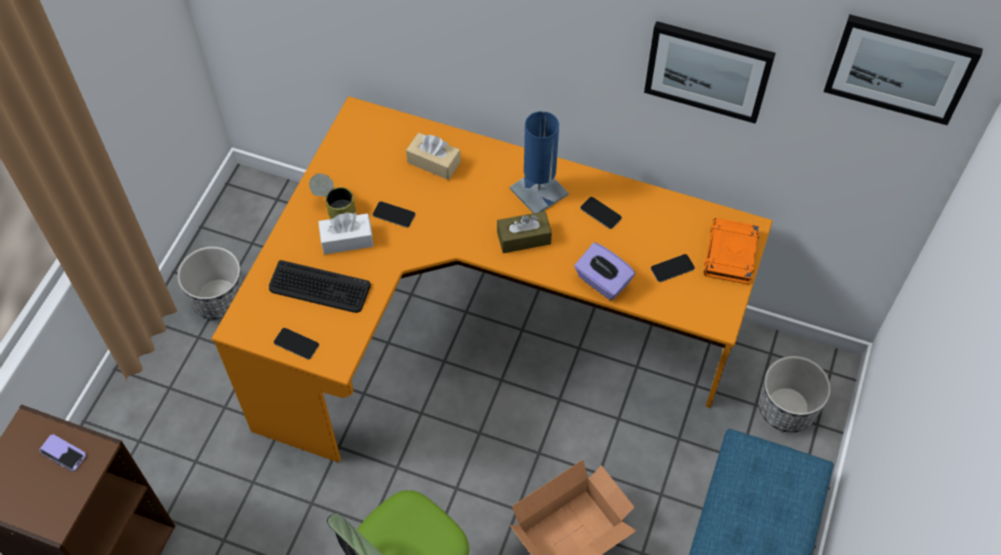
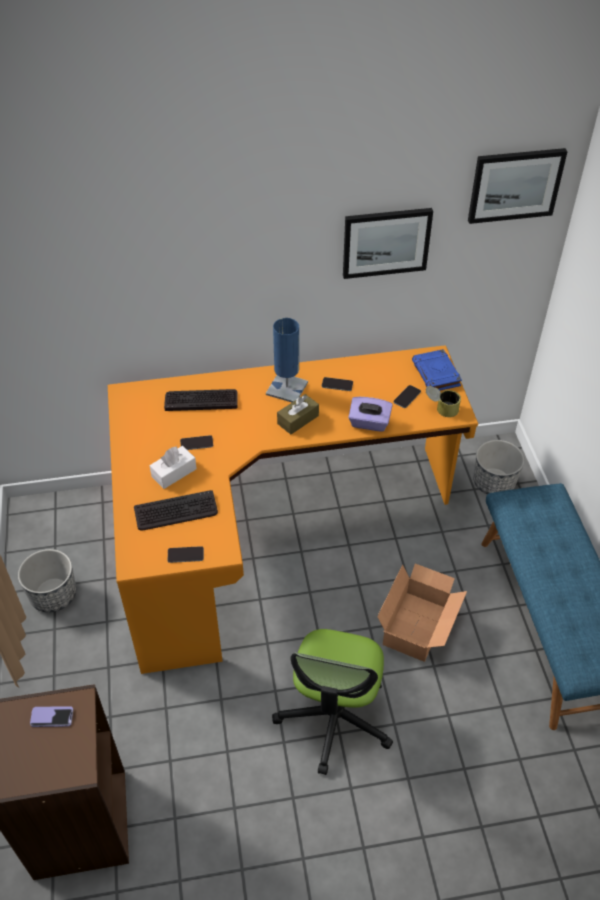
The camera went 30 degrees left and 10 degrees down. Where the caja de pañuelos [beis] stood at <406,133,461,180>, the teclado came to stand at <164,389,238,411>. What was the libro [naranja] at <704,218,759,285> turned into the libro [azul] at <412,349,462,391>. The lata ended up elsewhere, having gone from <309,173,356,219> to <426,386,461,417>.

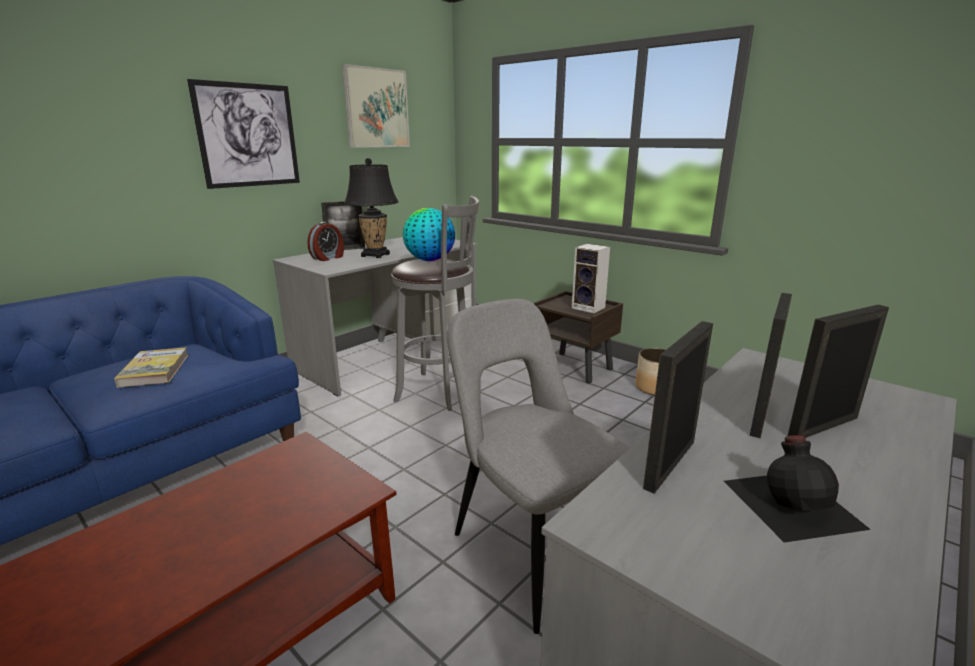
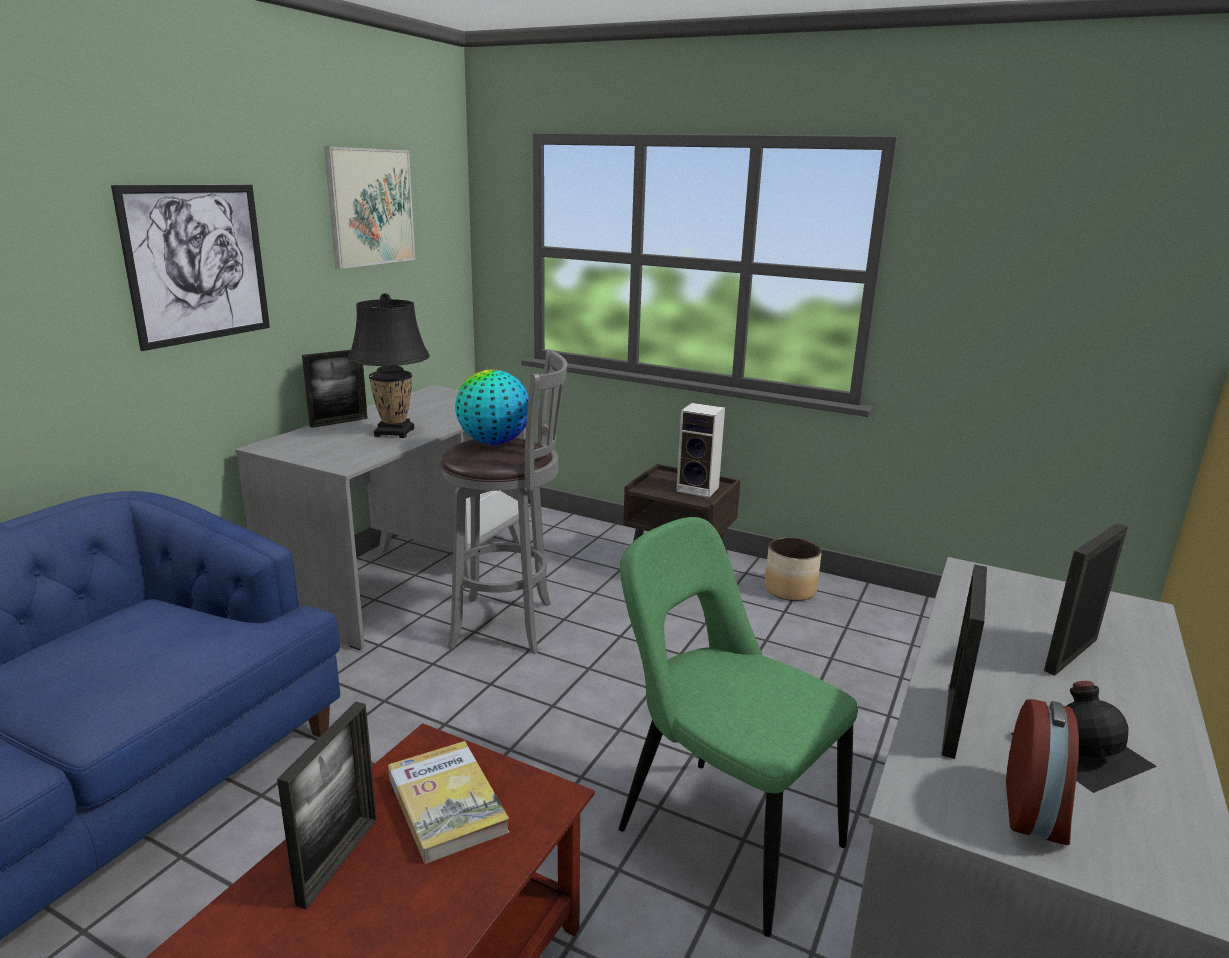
The camera went 15 degrees left and 0 degrees up. The portarretratos ended up elsewhere, having gone from <750,293,792,438> to <277,701,377,910>. The libro ended up elsewhere, having gone from <114,347,188,388> to <388,741,510,864>. What was the silla [gris] at <447,299,630,634> turned into the silla [verde] at <619,517,858,937>. The despertador ended up elsewhere, having gone from <307,222,344,261> to <1006,699,1079,845>.

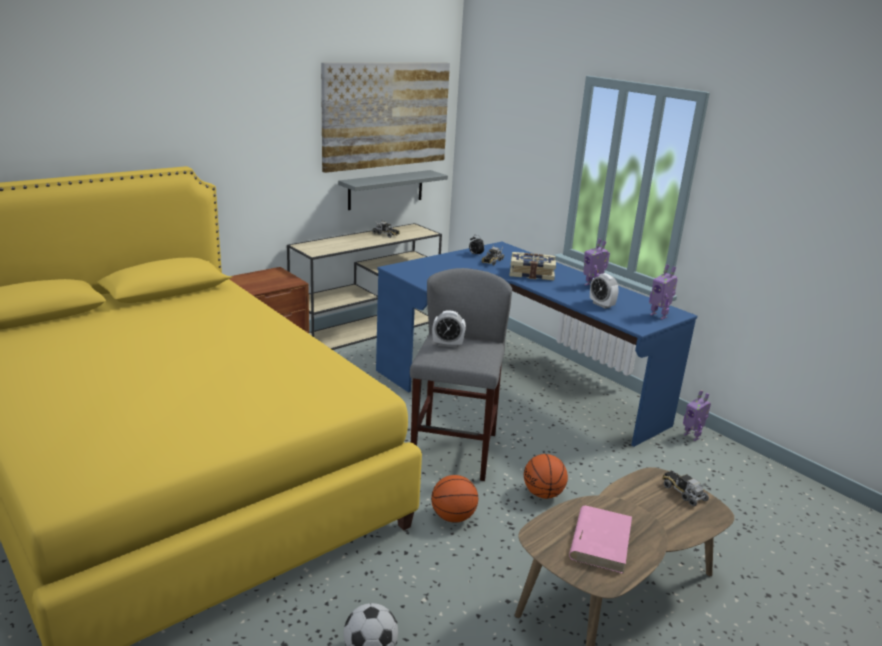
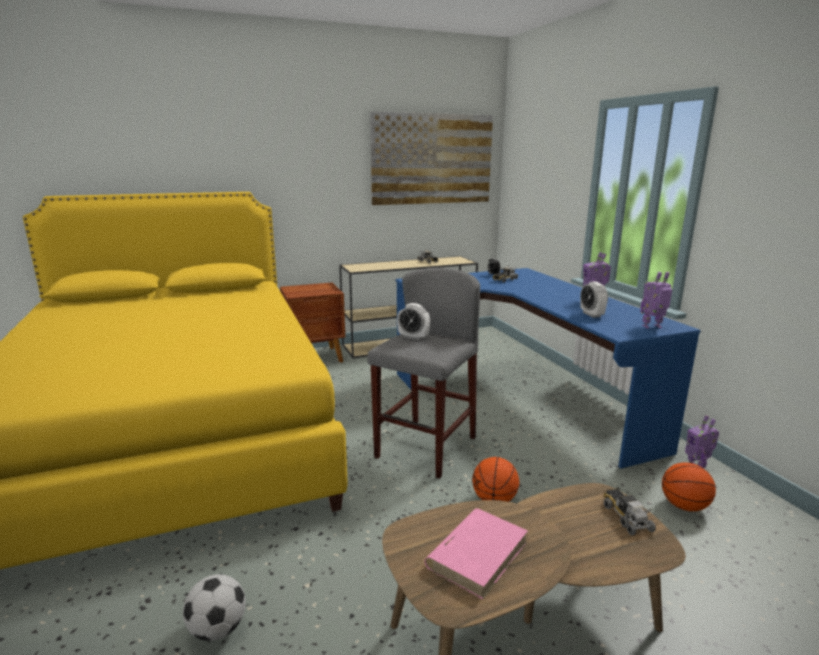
The camera went 20 degrees right and 5 degrees down. The robot de juguete at <649,264,678,319> ended up facing another way, 105 degrees clockwise from before. The balón de baloncesto ended up elsewhere, having gone from <431,475,478,523> to <662,462,716,512>. The second view lost the estante [gris] at <338,170,448,210>. The second view lost the libro at <509,252,556,281>.

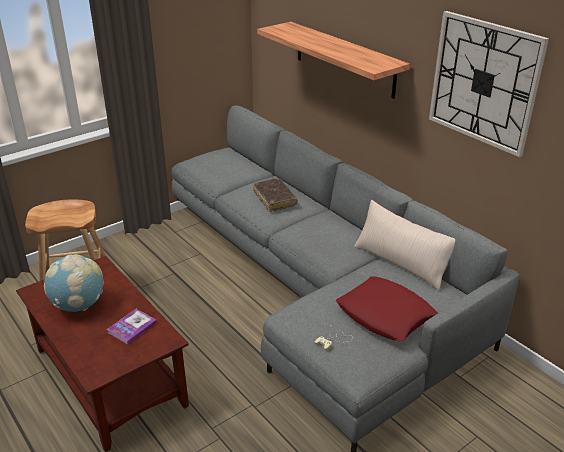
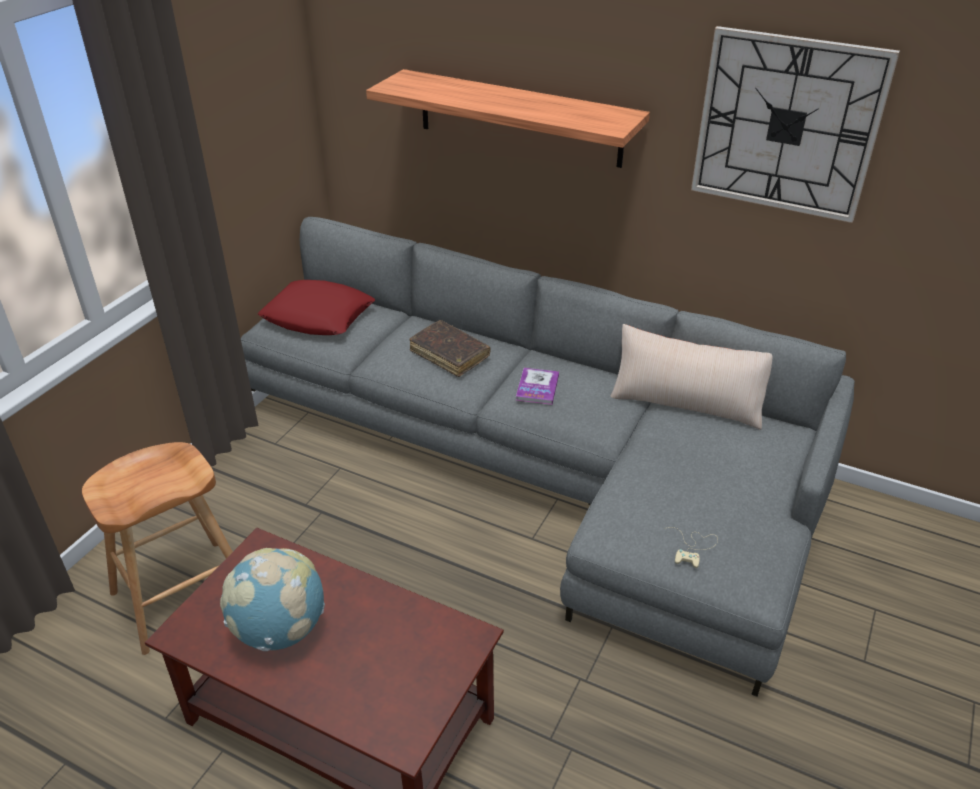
The camera went 25 degrees left and 5 degrees up. The cojín [rojo] ended up elsewhere, having gone from <336,276,438,342> to <258,280,375,335>. The libro ended up elsewhere, having gone from <107,309,157,345> to <516,368,559,405>.

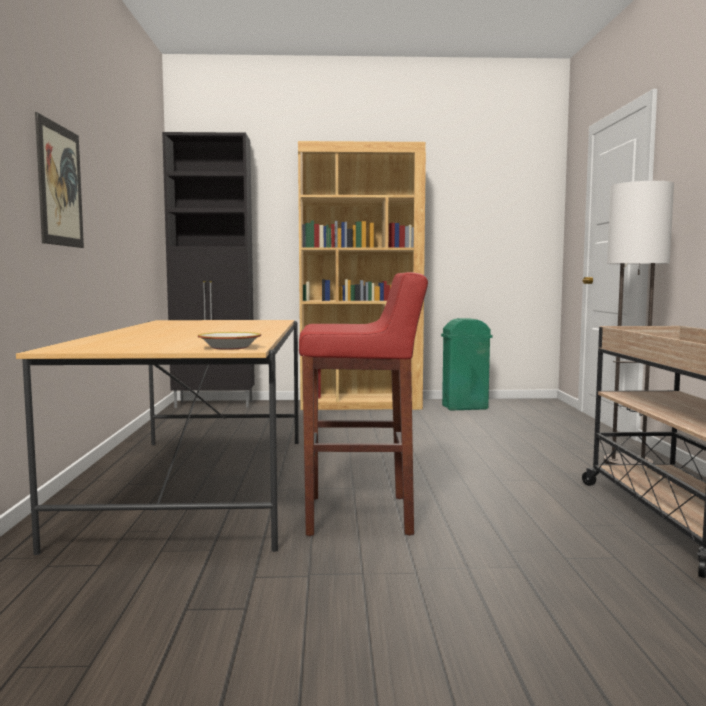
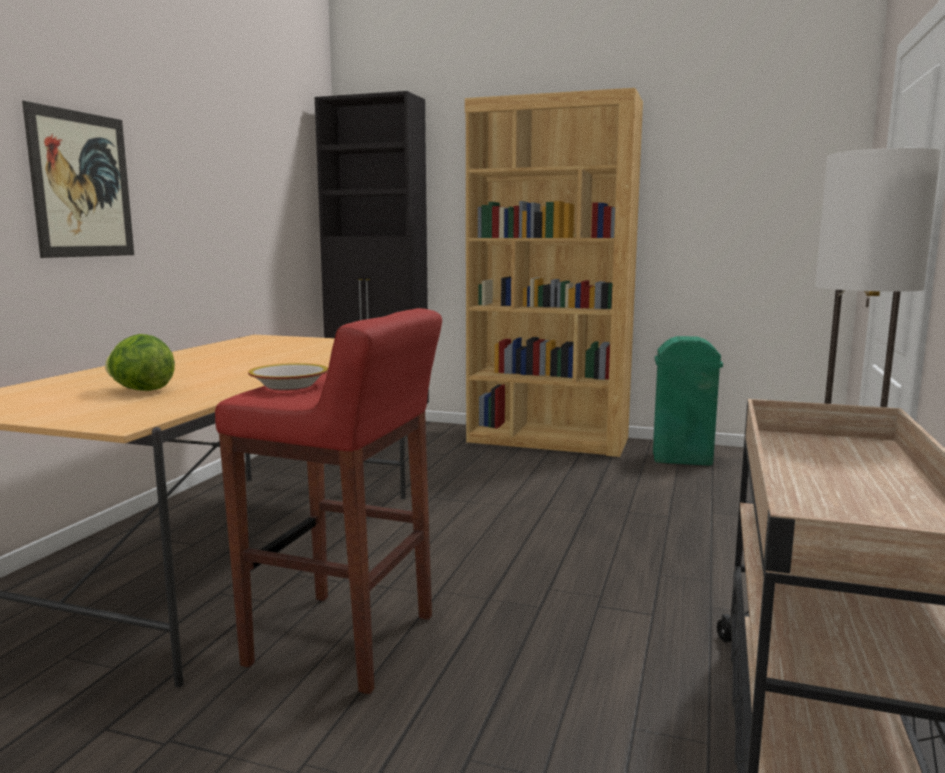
The camera went 20 degrees right and 5 degrees up. The second view gained the lechuga at <105,334,175,391>. The cuenco ended up elsewhere, having gone from <198,332,261,350> to <248,363,328,391>.

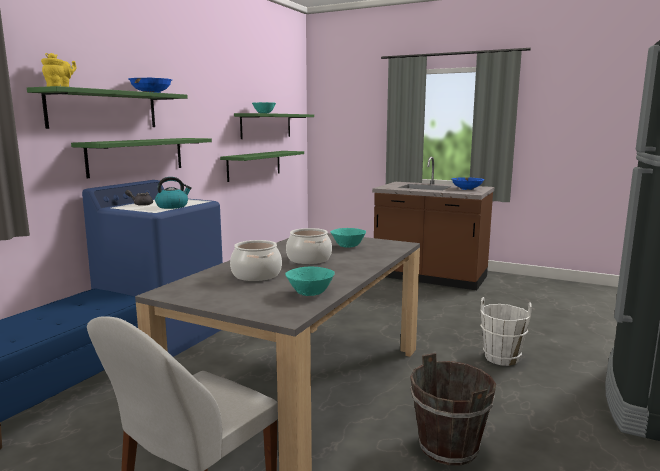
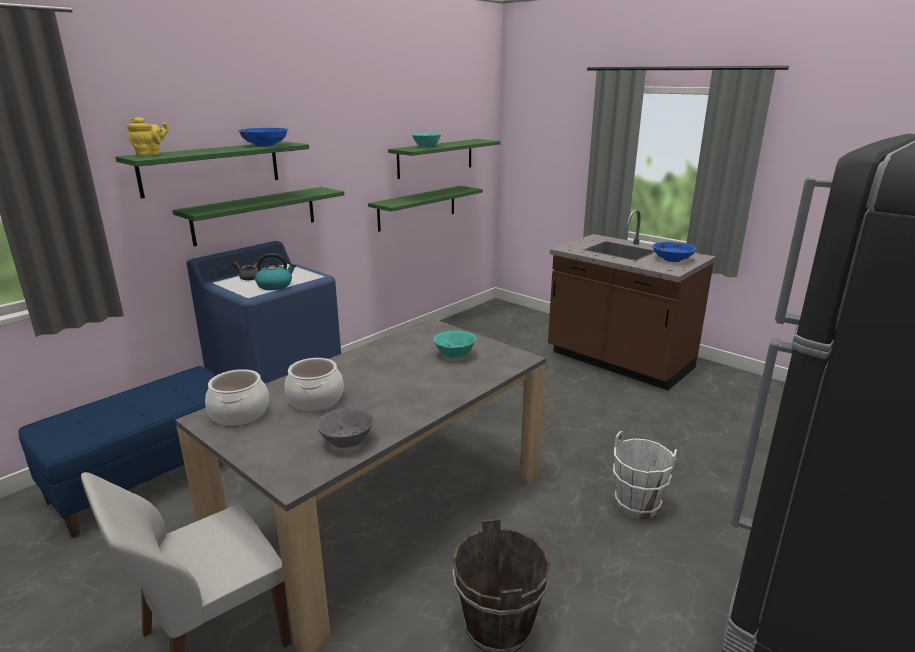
The camera went 15 degrees right and 10 degrees up. The olla ended up elsewhere, having gone from <286,228,332,264> to <205,369,269,426>. What was the cuenco [turquesa] at <285,266,335,296> turned into the cuenco [gris] at <316,408,375,448>.

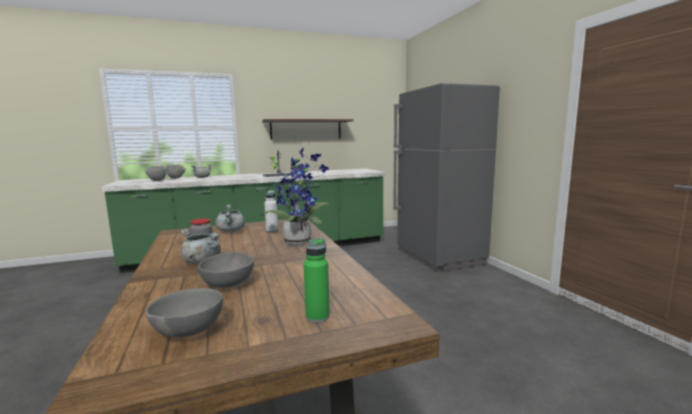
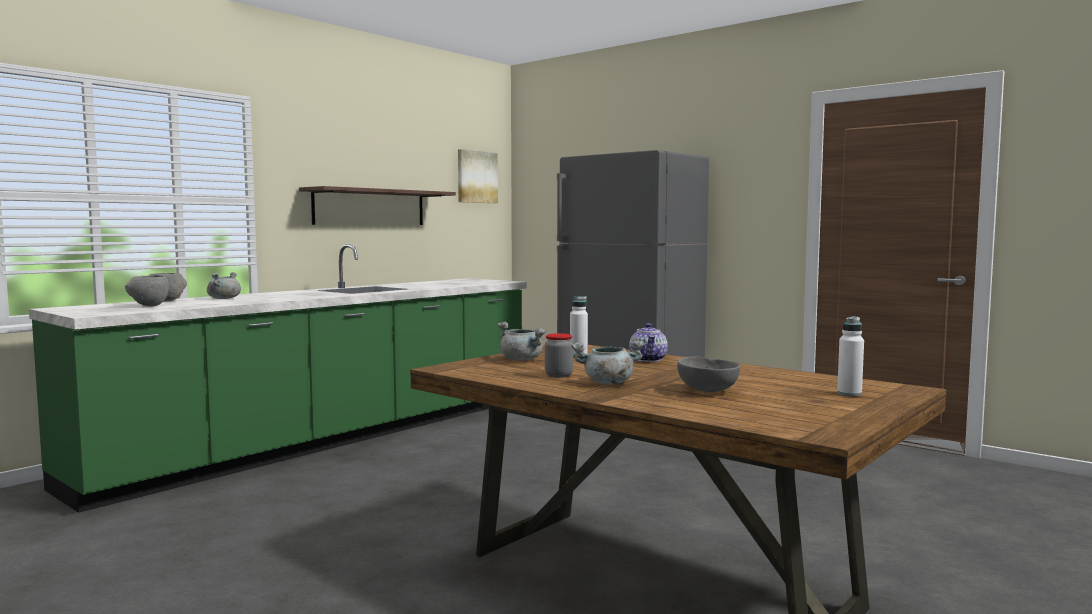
The camera went 30 degrees left and 5 degrees down. The second view gained the cuadro at <458,149,498,203>. Where the planta en maceta stood at <260,148,330,245>, the tetera came to stand at <629,323,668,362>. What was the botella [verde] at <304,238,330,323> turned into the botella [blanco] at <837,316,864,397>. The second view lost the cuenco [gris] at <146,288,223,337>.

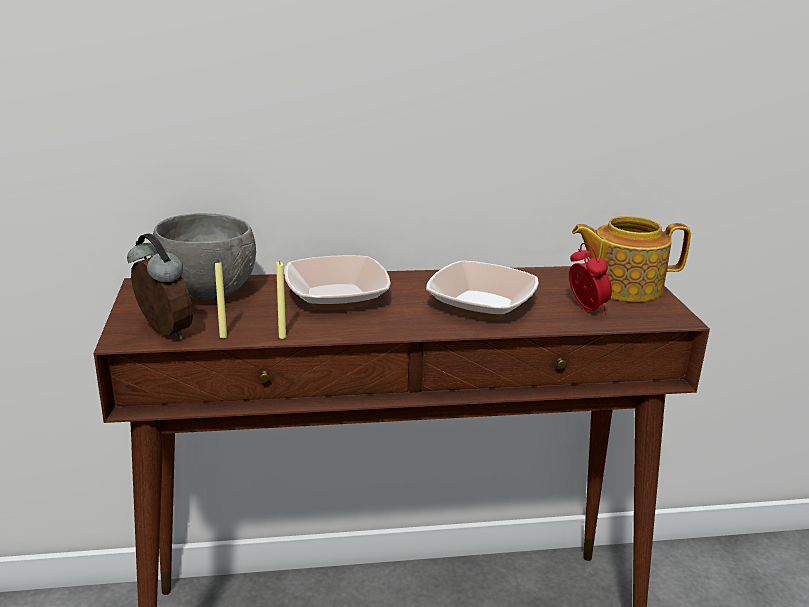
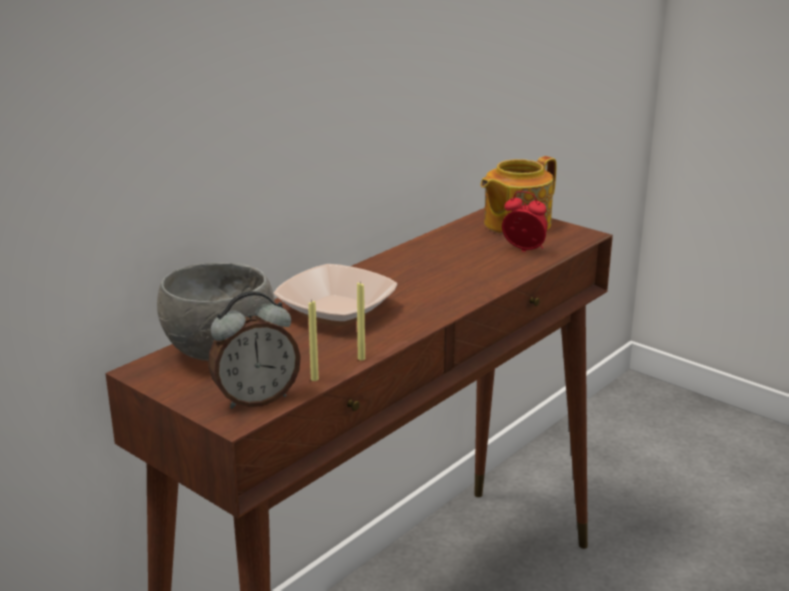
The camera went 40 degrees left and 0 degrees up. The despertador at <127,233,193,339> ended up facing another way, 150 degrees clockwise from before. The second view lost the cuenco at <426,261,539,319>.

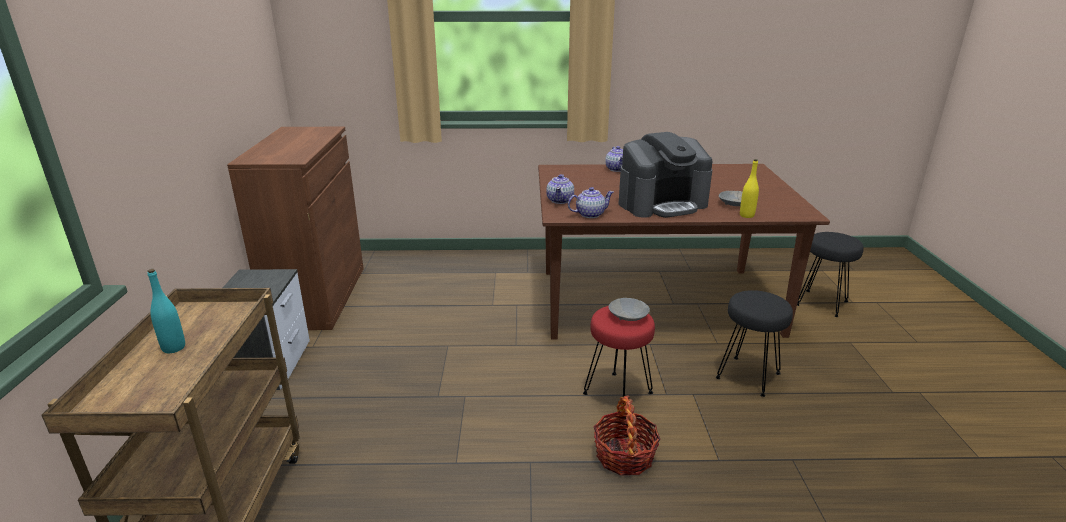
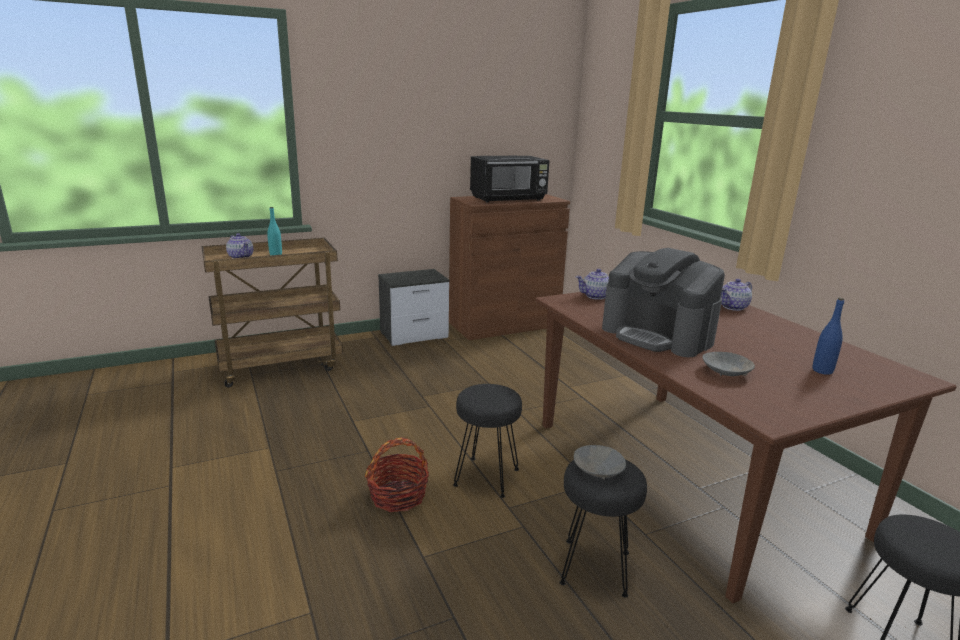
The camera went 65 degrees right and 5 degrees down. The tetera ended up elsewhere, having gone from <568,187,614,218> to <226,233,253,258>. What was the taburete [rojo] at <583,306,655,404> turned into the taburete [negro] at <453,384,522,498>. The second view gained the microondas [negro] at <470,156,550,202>. The cuenco [gris] ended up elsewhere, having gone from <609,298,650,321> to <574,445,626,480>. The second view gained the botella [azul] at <813,298,844,375>. The second view lost the botella [amarillo] at <740,159,759,218>.

